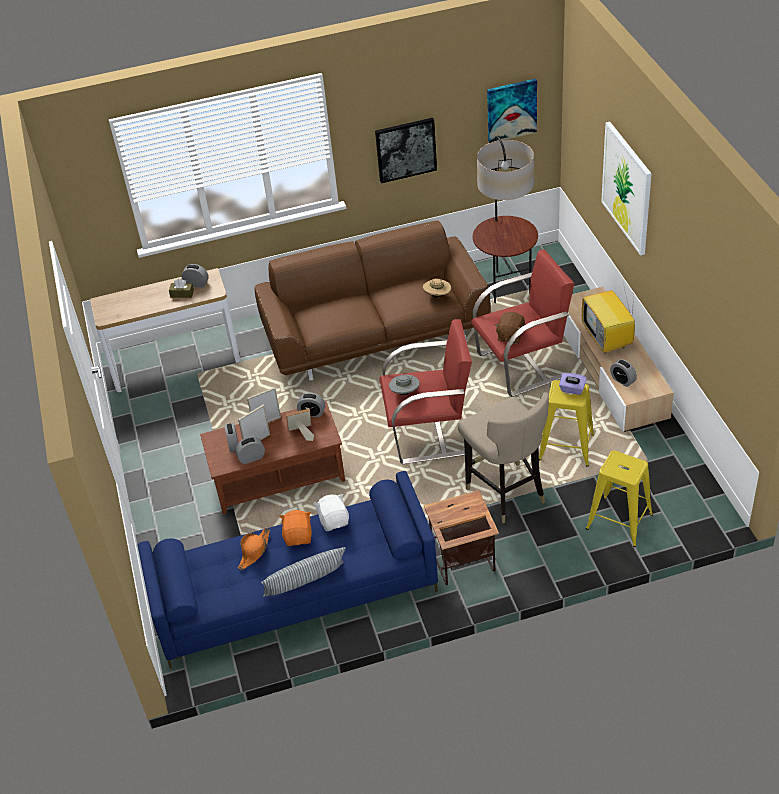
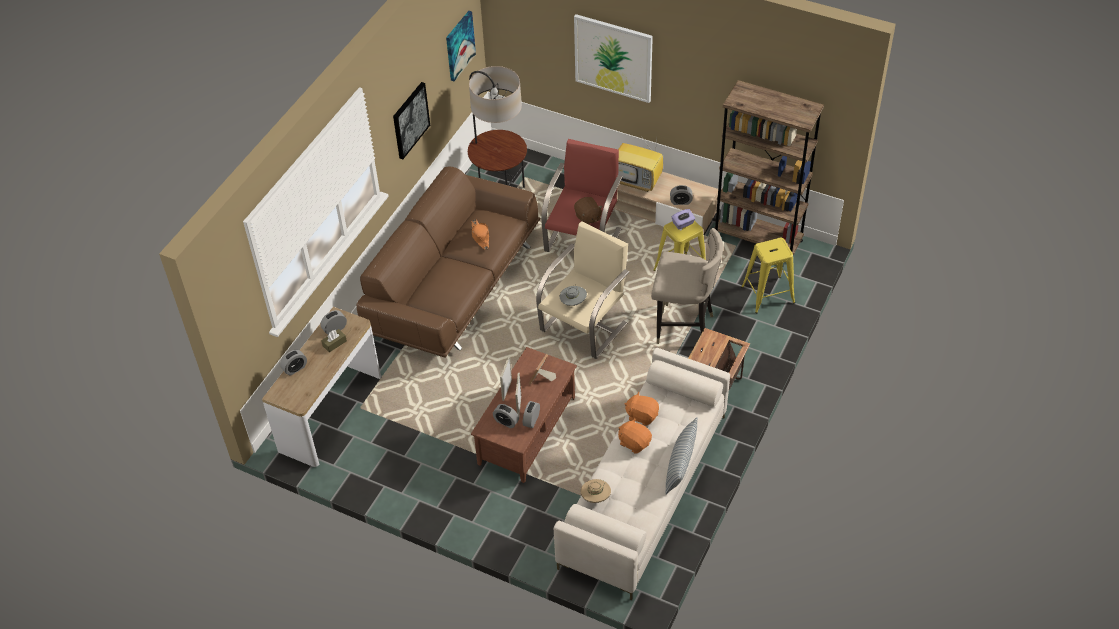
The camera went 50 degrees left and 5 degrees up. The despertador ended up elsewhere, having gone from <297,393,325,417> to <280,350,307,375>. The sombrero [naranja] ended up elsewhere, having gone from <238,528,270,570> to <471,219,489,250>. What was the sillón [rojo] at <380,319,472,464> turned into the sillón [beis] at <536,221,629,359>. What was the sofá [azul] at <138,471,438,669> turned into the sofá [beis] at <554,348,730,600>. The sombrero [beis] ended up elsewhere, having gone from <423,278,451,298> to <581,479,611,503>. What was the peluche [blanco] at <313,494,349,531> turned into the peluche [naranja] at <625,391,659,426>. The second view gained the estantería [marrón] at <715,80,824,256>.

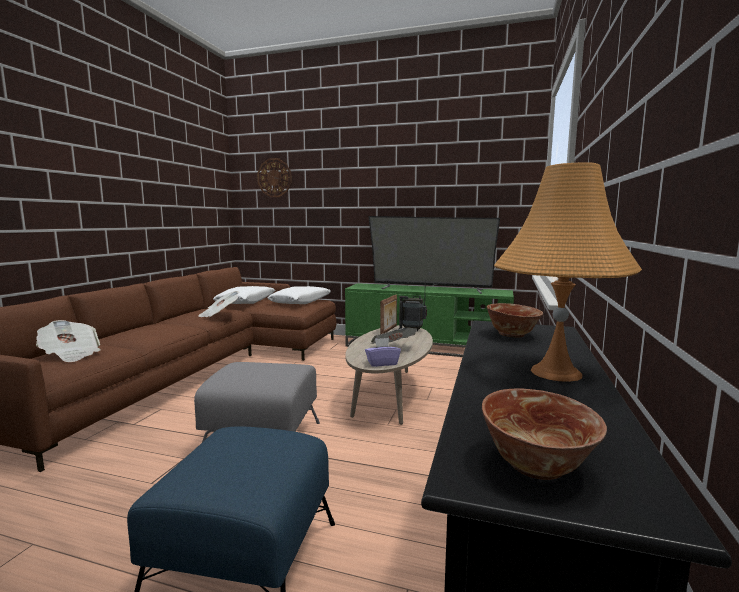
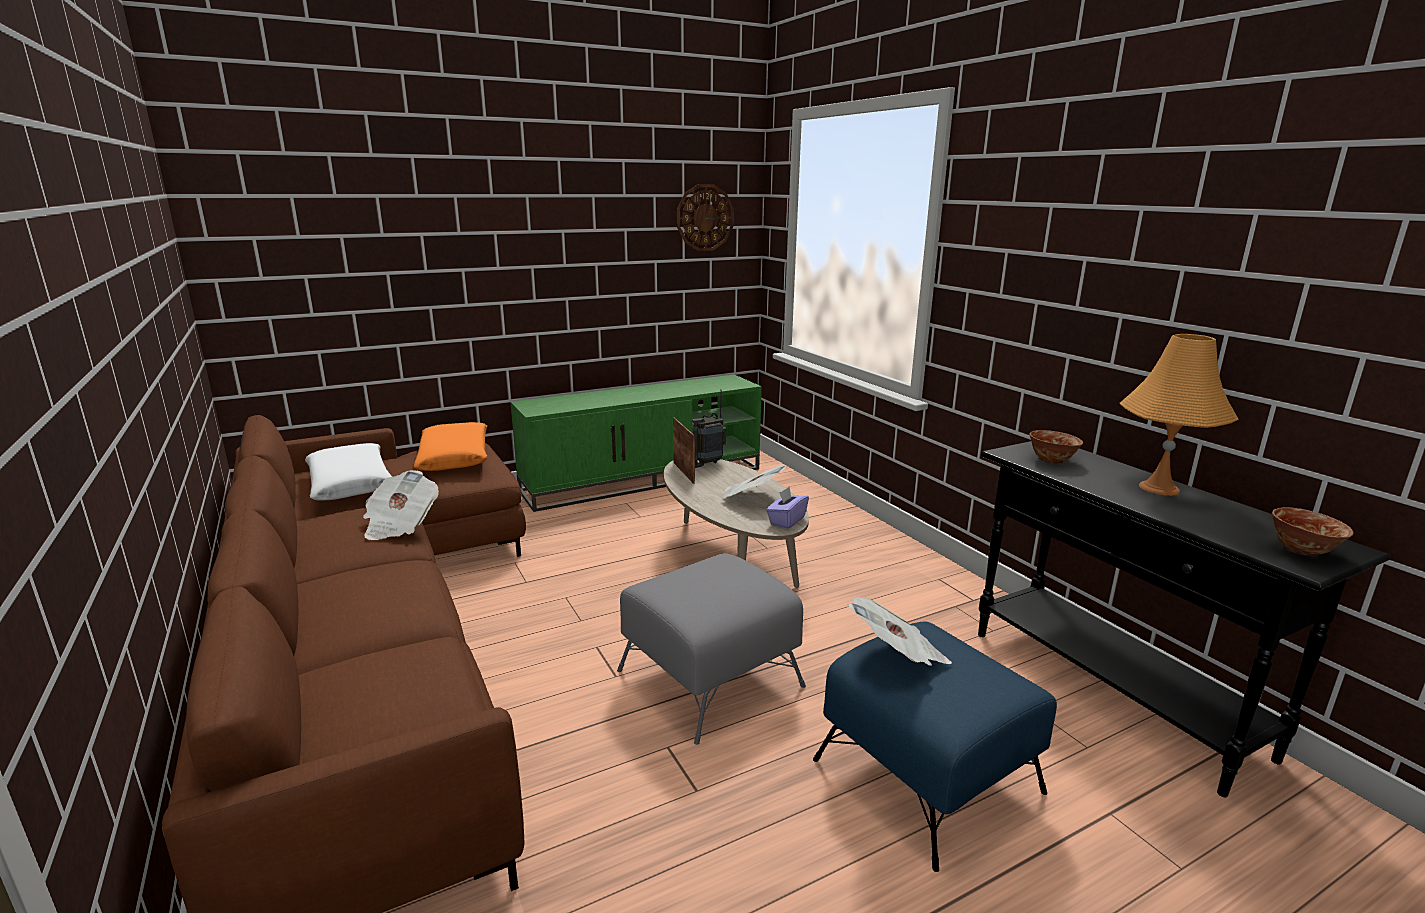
The camera went 45 degrees left and 10 degrees up. What was the cojín [blanco] at <268,286,331,304> turned into the cojín [naranja] at <413,422,488,471>. The reloj de pared ended up elsewhere, having gone from <257,158,292,197> to <677,184,734,251>. The periódico ended up elsewhere, having gone from <36,320,101,362> to <847,597,952,666>. The second view lost the televisor at <369,216,500,294>.

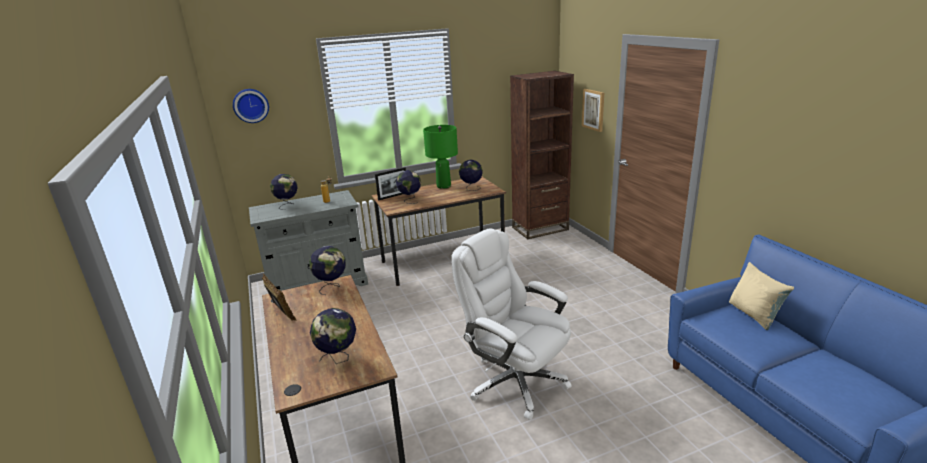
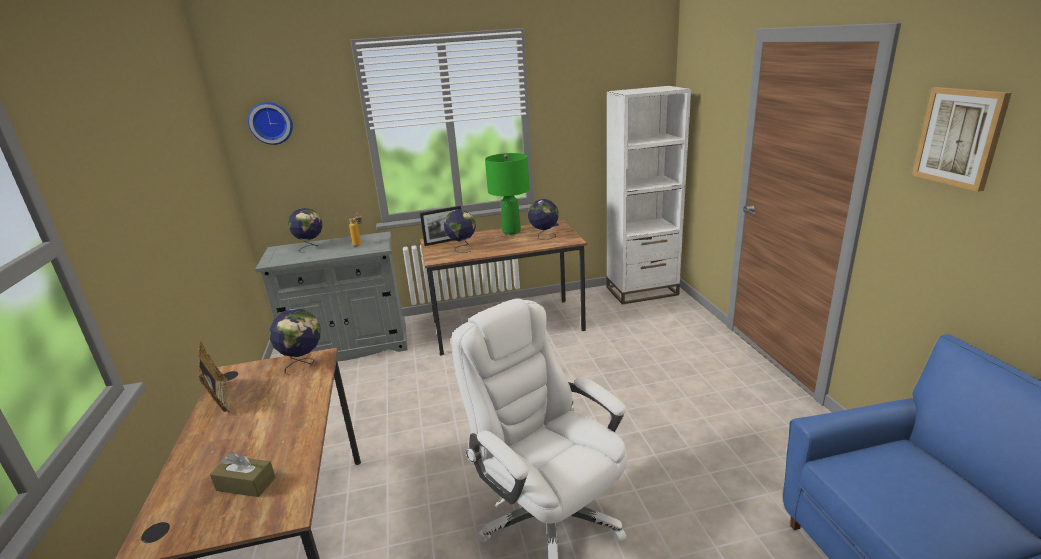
The camera went 10 degrees right and 0 degrees up. Where the globo terráqueo stood at <310,308,356,364>, the caja de pañuelos [marrón] came to stand at <210,452,276,497>. What was the estantería [marrón] at <510,71,574,239> turned into the estantería [blanco] at <607,86,691,305>. The cuadro ended up elsewhere, having gone from <582,89,604,132> to <912,87,1012,192>. The second view lost the cojín [beis] at <729,262,794,330>.

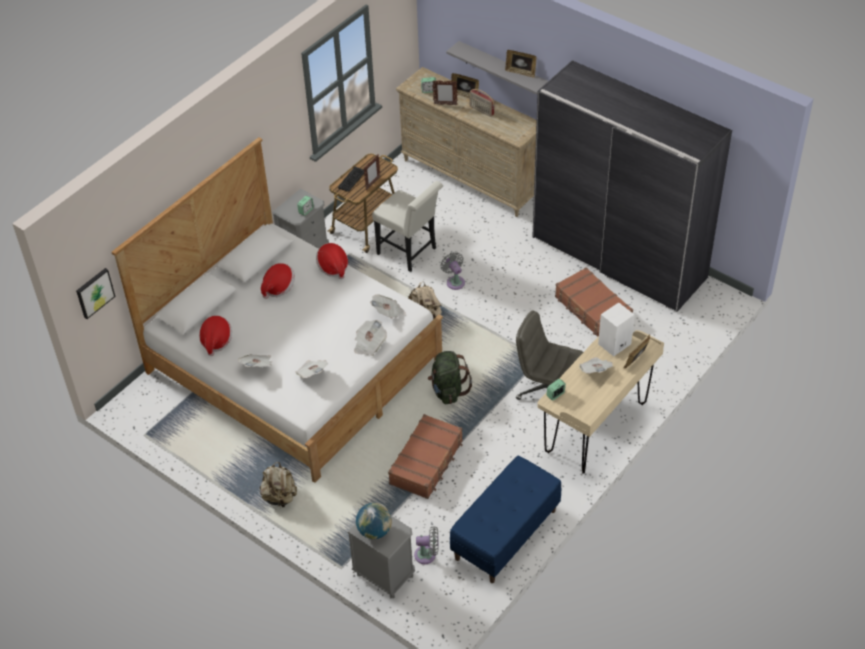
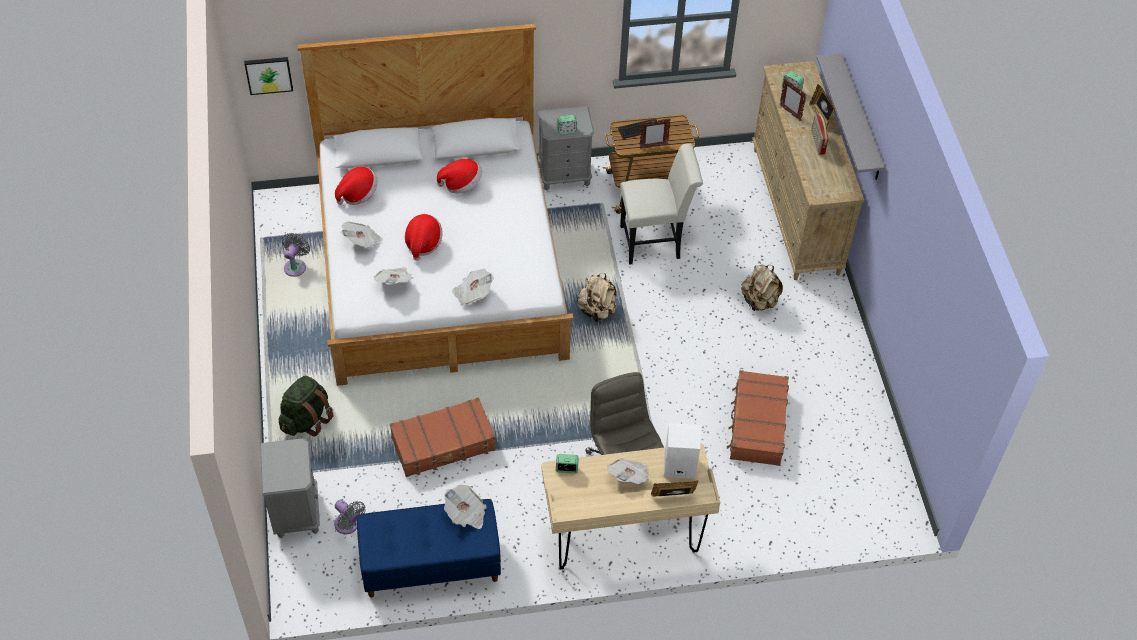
The camera went 40 degrees right and 5 degrees up. The mochila [verde] ended up elsewhere, having gone from <428,351,472,404> to <279,375,333,437>. The ventilador [gris] ended up elsewhere, having gone from <440,252,465,290> to <282,233,310,277>. The sombrero ended up elsewhere, having gone from <316,243,348,280> to <405,214,443,261>. The periódico ended up elsewhere, having gone from <370,294,406,318> to <444,485,486,529>. The silla [blanco] at <372,181,443,272> ended up facing another way, 90 degrees counterclockwise from before. The mochila [beis] ended up elsewhere, having gone from <260,462,297,508> to <741,264,783,311>. The second view lost the globo terráqueo at <356,503,392,539>. The second view lost the portarretratos at <505,50,537,78>. The second view lost the armario ropero [gris] at <532,60,732,312>.

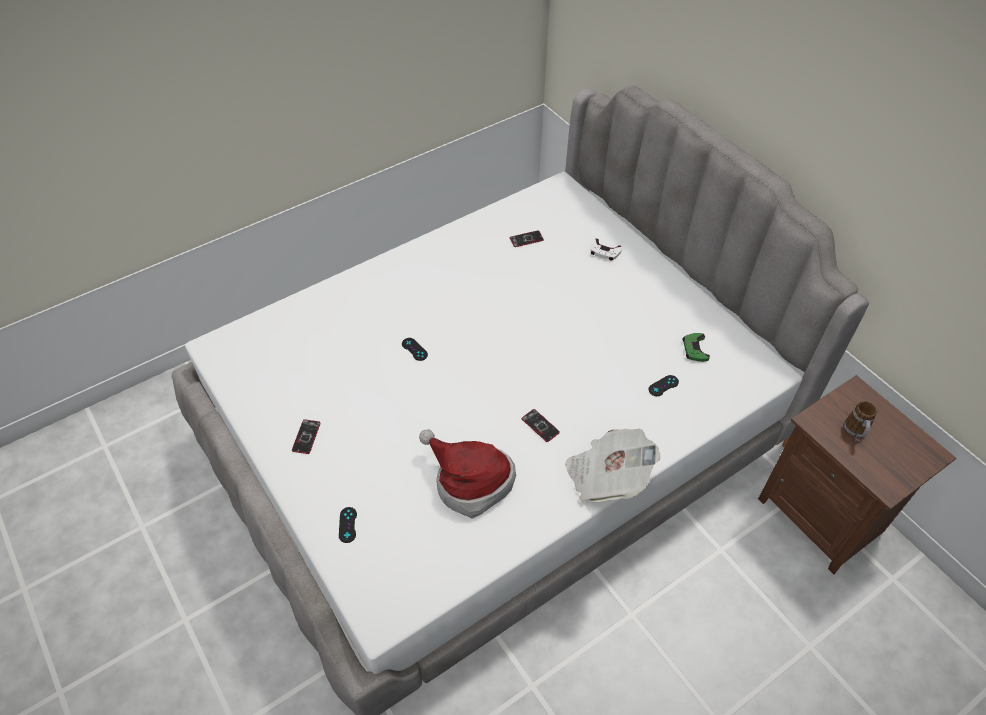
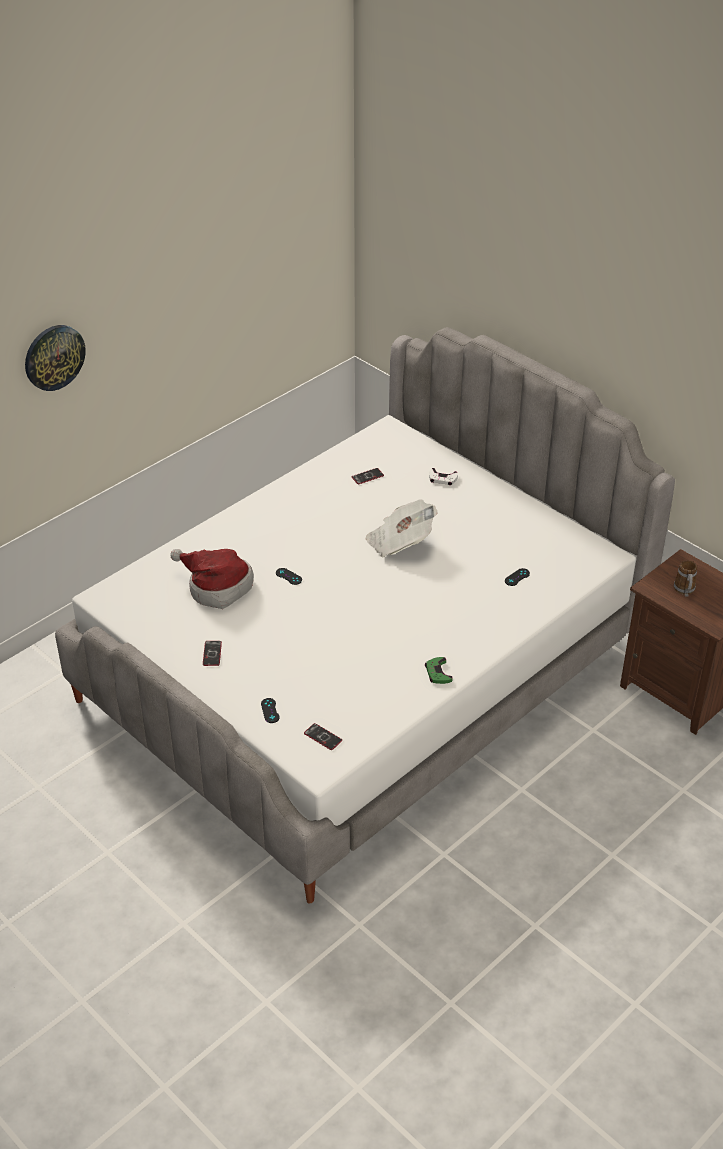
The camera went 10 degrees left and 10 degrees down. The second view gained the reloj de pared at <25,325,86,391>. The sombrero ended up elsewhere, having gone from <419,430,516,519> to <170,549,254,609>. The móvil ended up elsewhere, having gone from <522,409,560,442> to <304,723,342,750>. The periódico ended up elsewhere, having gone from <565,428,660,502> to <366,499,438,558>. The mando de consola [verde] ended up elsewhere, having gone from <683,333,710,362> to <425,657,452,684>.

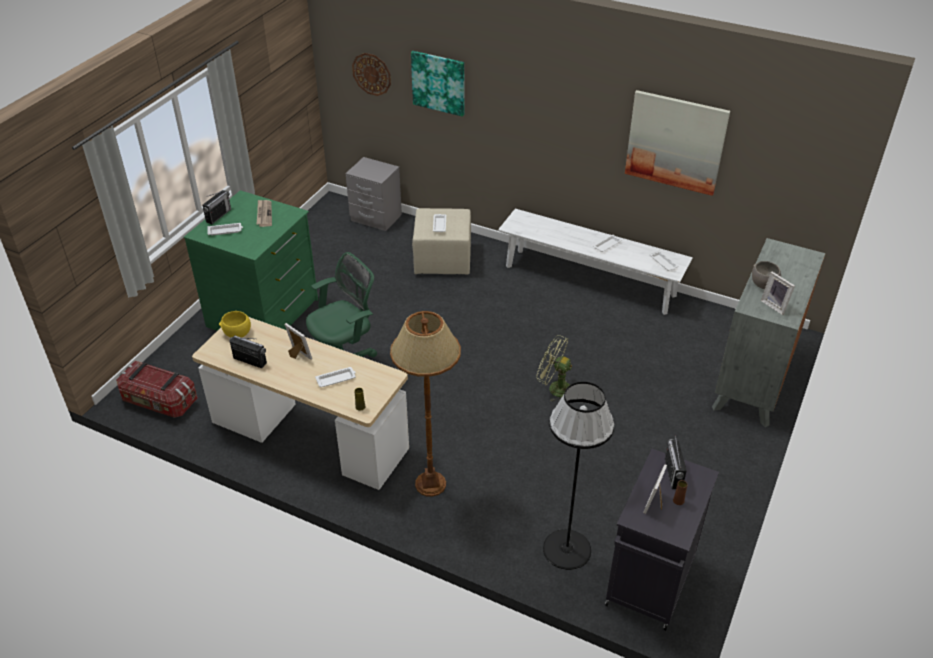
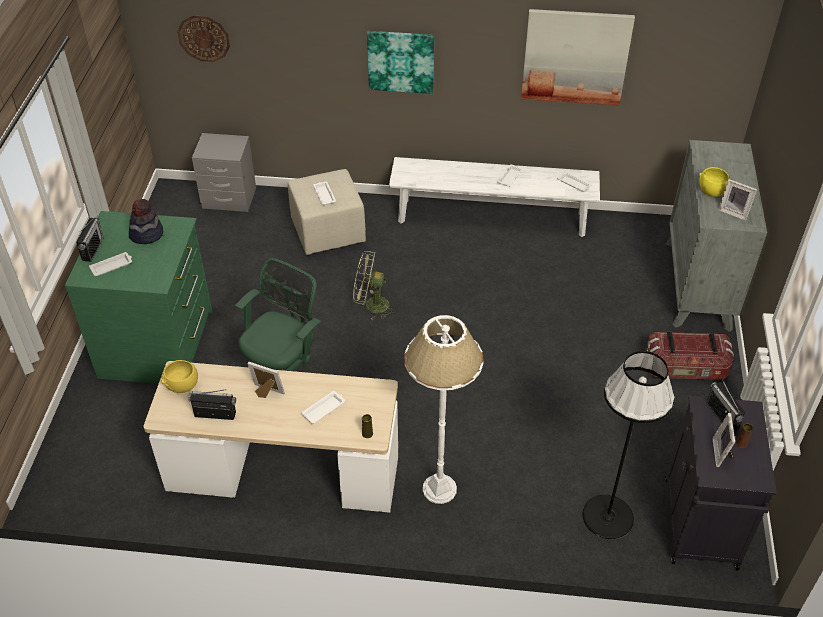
The camera went 20 degrees left and 5 degrees up. Where the periódico stood at <256,200,272,227>, the sombrero came to stand at <129,199,163,244>. The ventilador [verde] ended up elsewhere, having gone from <536,335,572,401> to <353,251,396,320>. The cuadro ended up elsewhere, having gone from <411,51,464,117> to <367,31,434,94>. What was the lámpara de pie [marrón] at <390,311,461,497> turned into the lámpara de pie [blanco] at <404,315,484,504>. The caja de almacenaje ended up elsewhere, having gone from <116,361,198,418> to <645,332,734,380>. What was the cuenco [gris] at <752,261,781,289> turned into the cuenco [amarillo] at <699,167,730,197>.

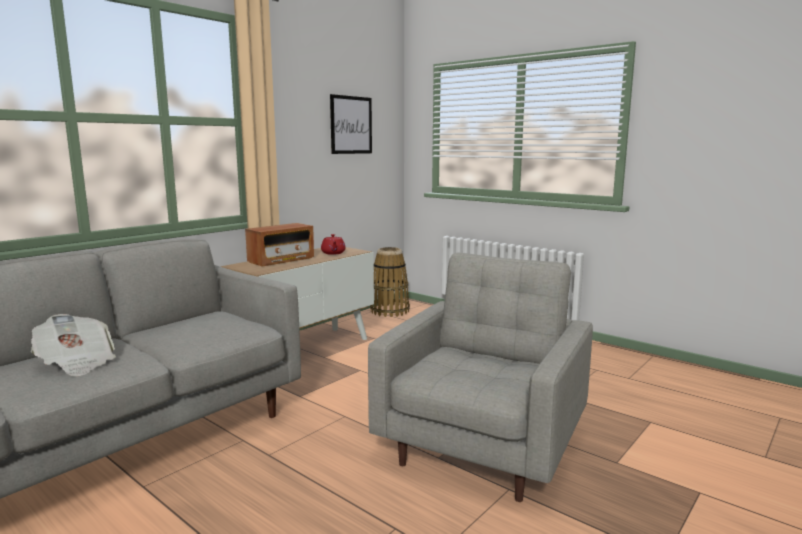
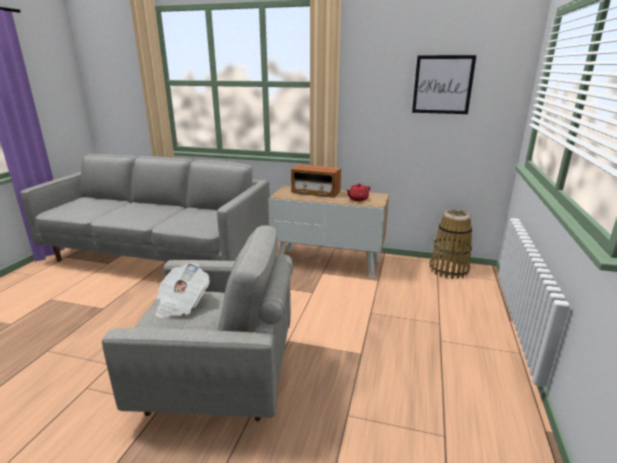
The camera went 65 degrees right and 10 degrees up. The periódico ended up elsewhere, having gone from <31,314,116,376> to <155,263,210,318>.

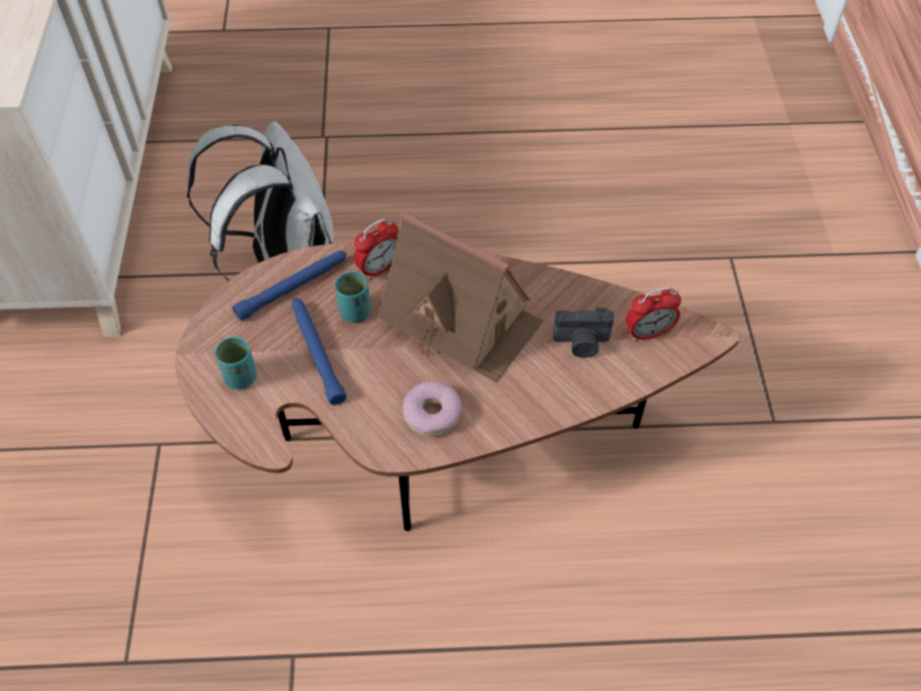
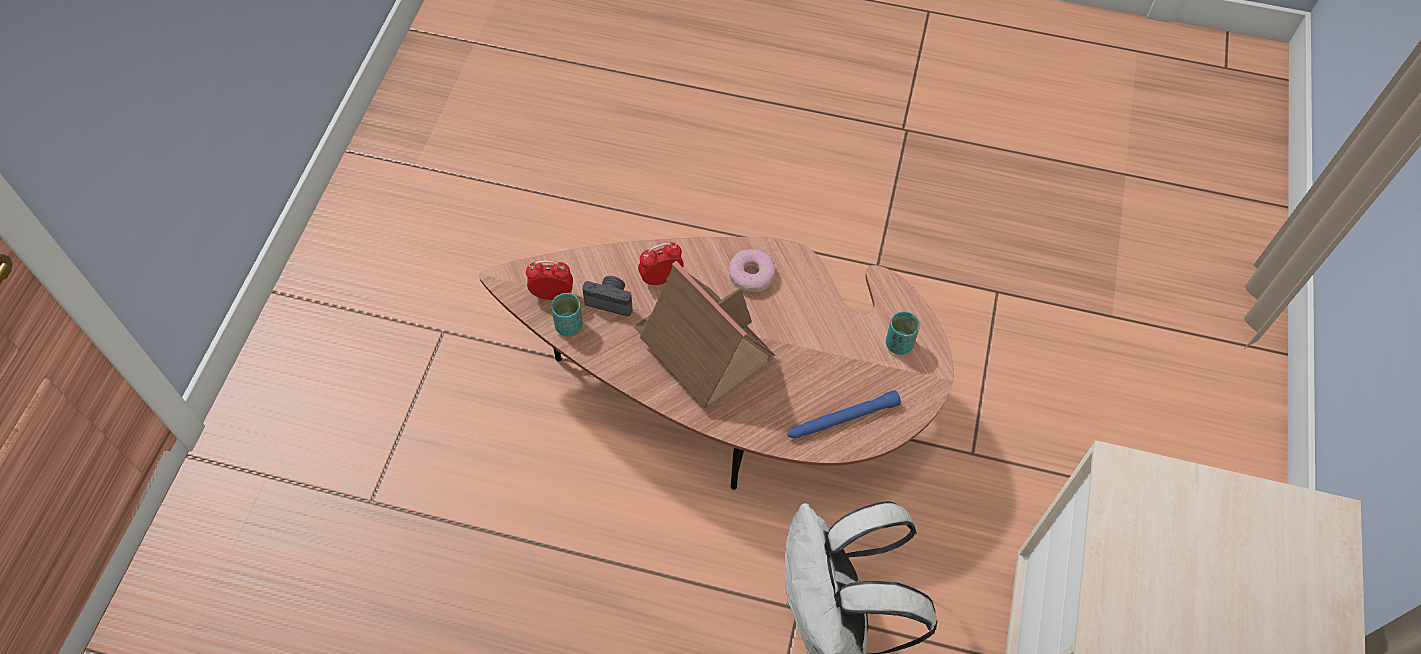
The camera went 165 degrees left and 5 degrees up. The taza [turquesa] ended up elsewhere, having gone from <335,271,371,323> to <551,293,583,336>. The despertador ended up elsewhere, having gone from <354,219,398,280> to <638,242,684,287>. The second view lost the linterna [azul] at <292,298,347,405>.

